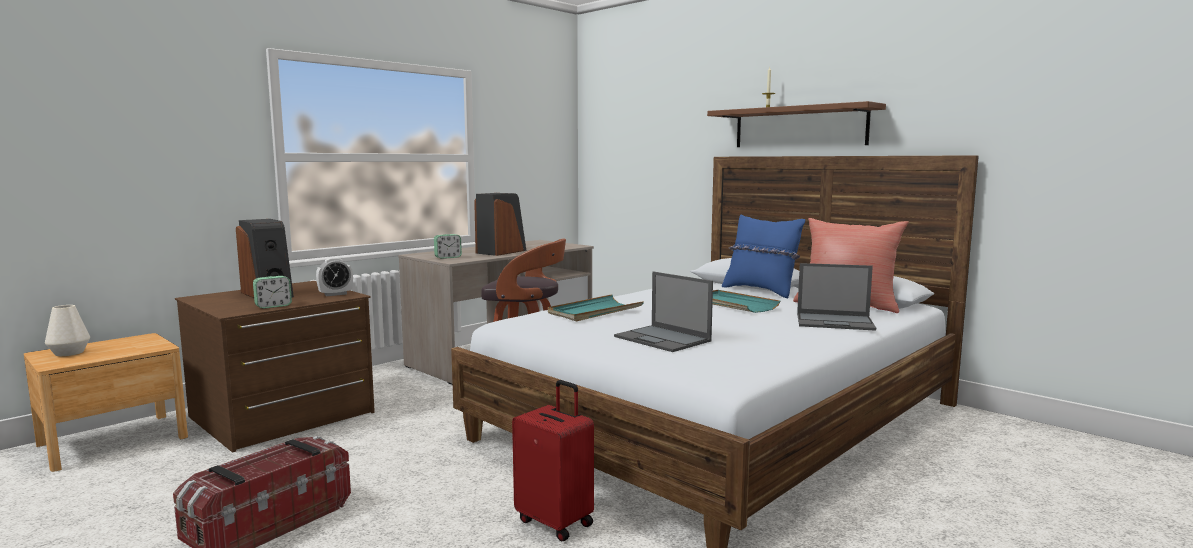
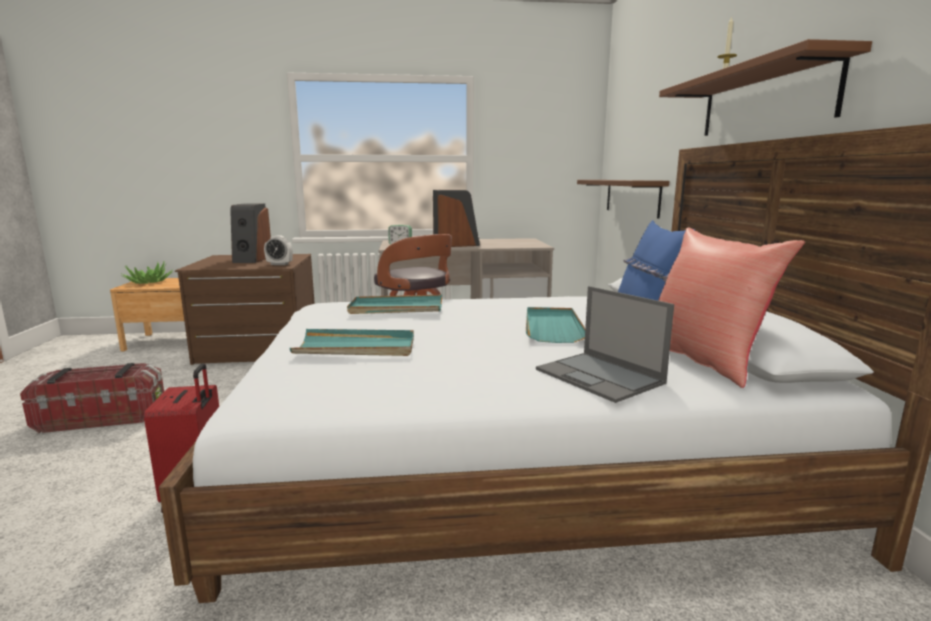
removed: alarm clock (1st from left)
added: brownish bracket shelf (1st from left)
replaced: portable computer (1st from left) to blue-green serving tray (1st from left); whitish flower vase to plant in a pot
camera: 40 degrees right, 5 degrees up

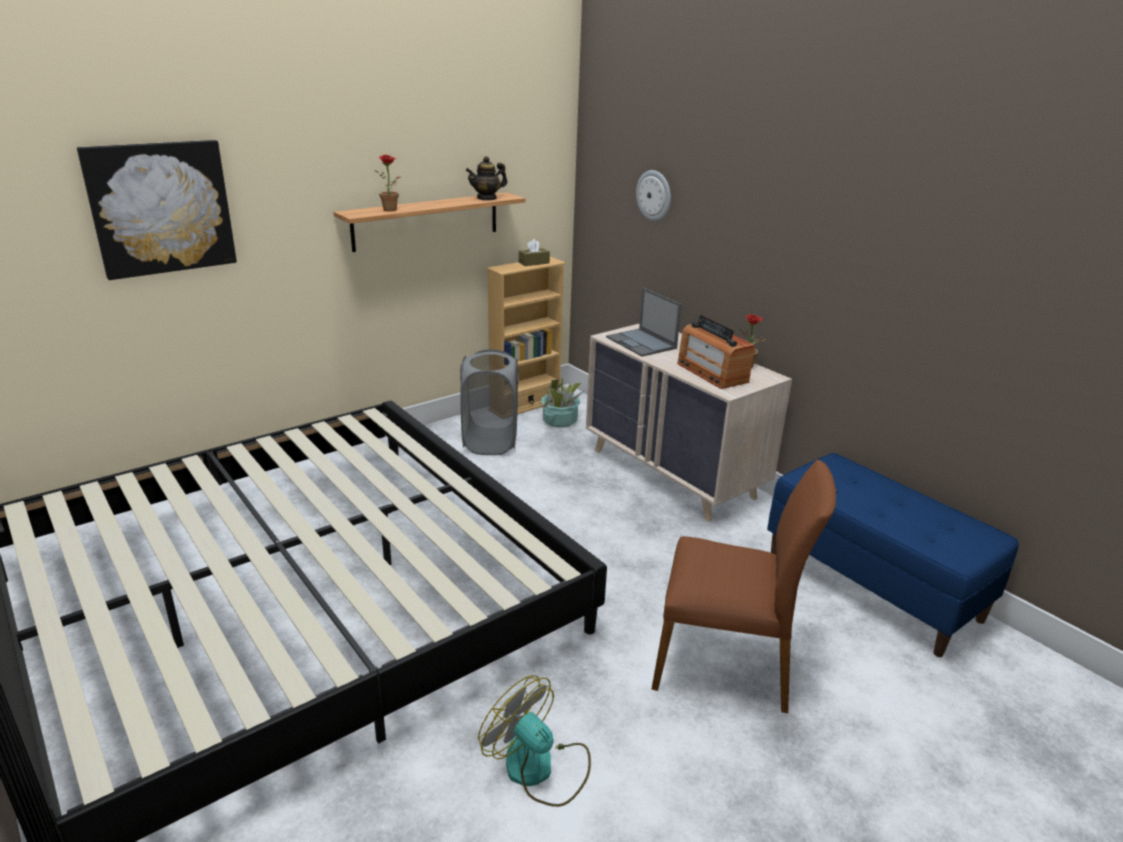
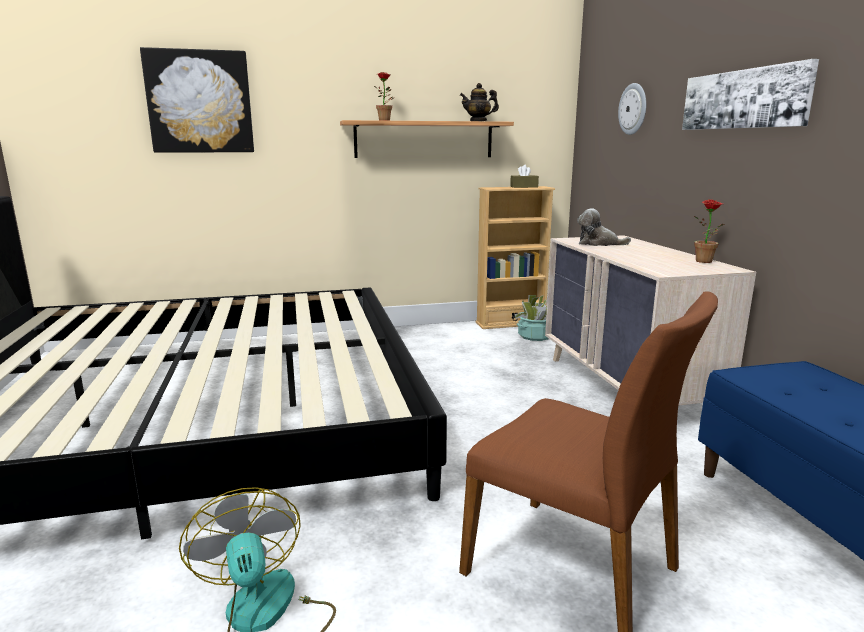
removed: radio; gray washing basket
added: picture (2nd from left)
replaced: portable computer to cuddly toy
camera: 25 degrees right, 10 degrees down

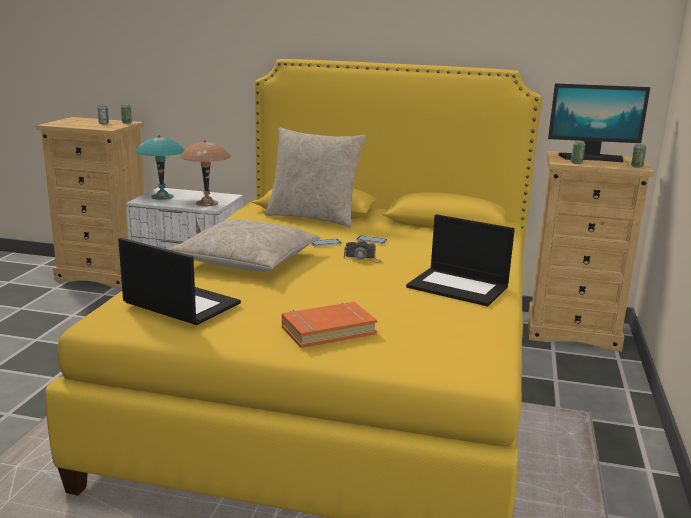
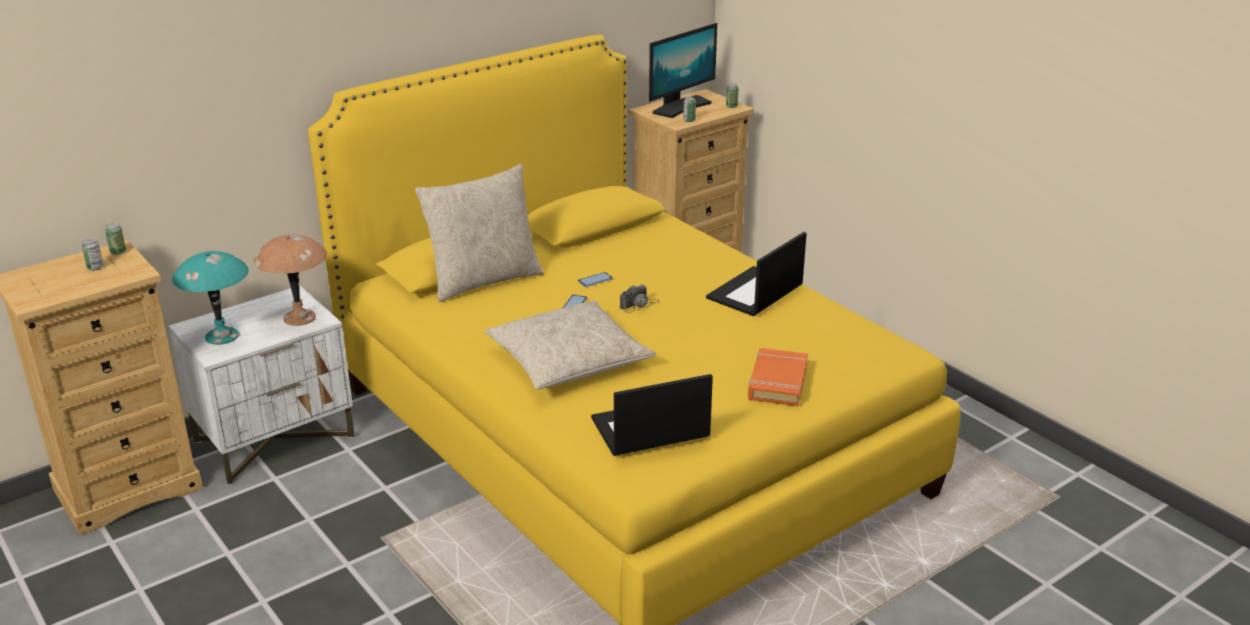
turned: portable computer (2nd from left) 150 degrees clockwise
camera: 50 degrees left, 10 degrees up

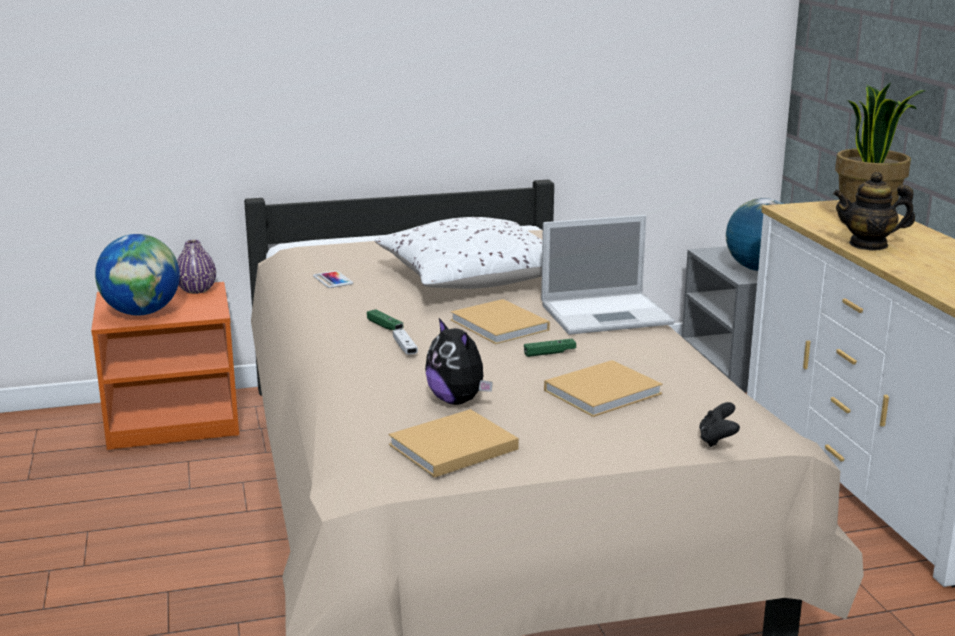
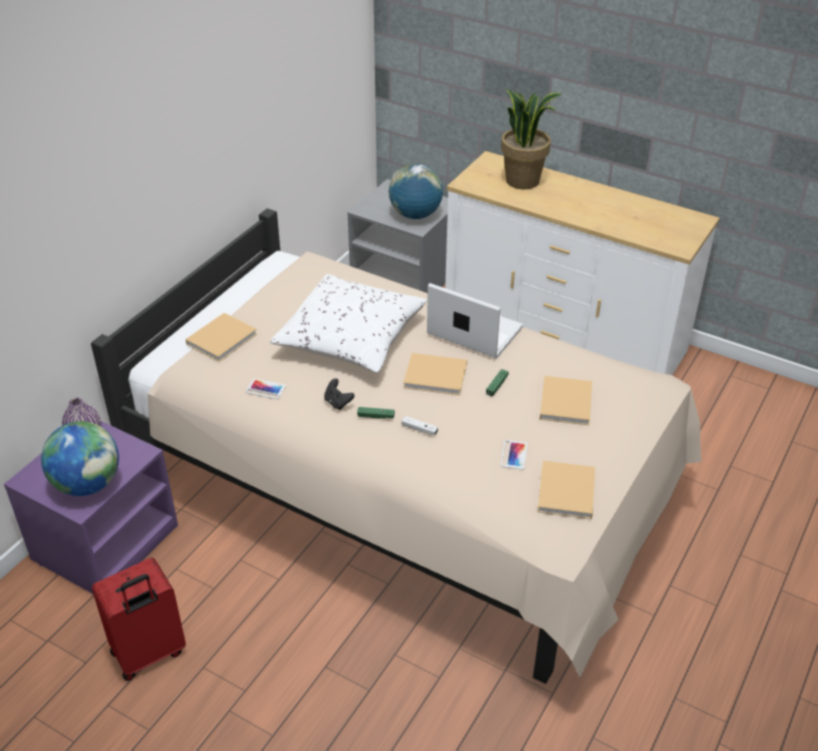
removed: tea pot
added: beige-coloured bound book (1st from left); red-coloured piece of luggage
moved: black-coloured gamepad
replaced: cuddly toy to handset (2nd from left)
recoloured: orange bedside table to purple bedside table
turned: portable computer 90 degrees counterclockwise
camera: 45 degrees left, 20 degrees up

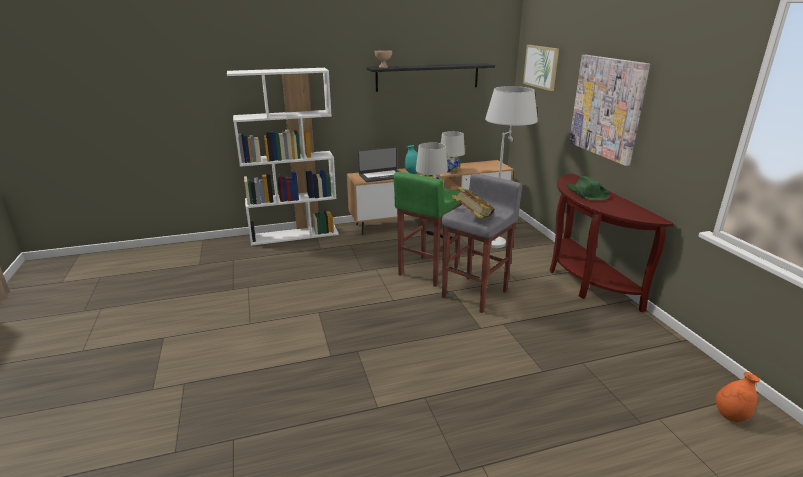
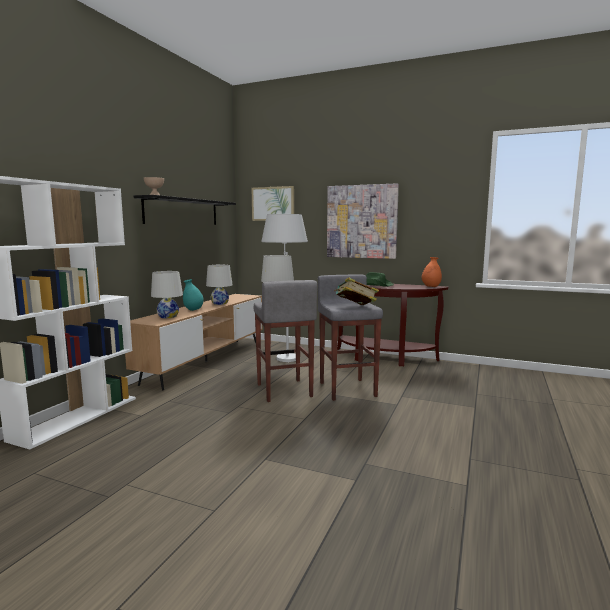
moved: orange flower vase
replaced: portable computer to whitish lamp for a table (1st from left)
recoloured: green-coloured sitting stool to gray sitting stool (1st from left)
camera: 50 degrees left, 15 degrees down

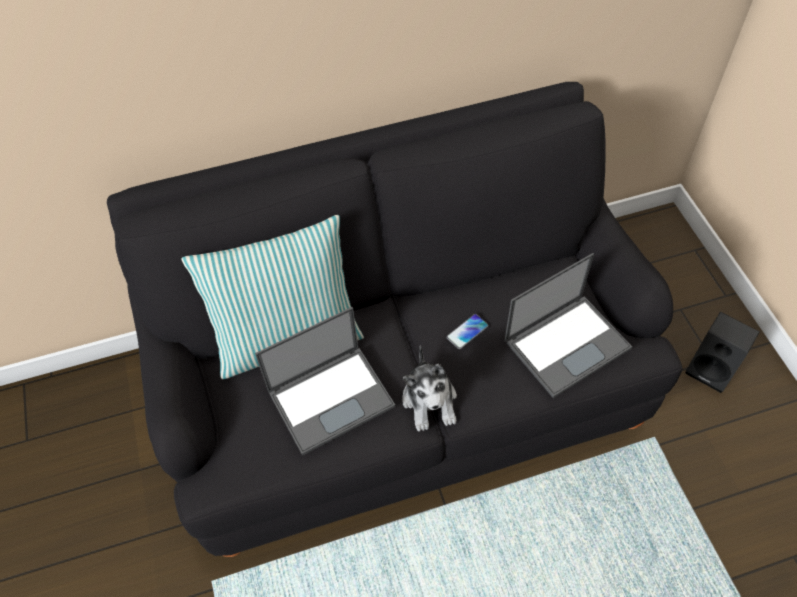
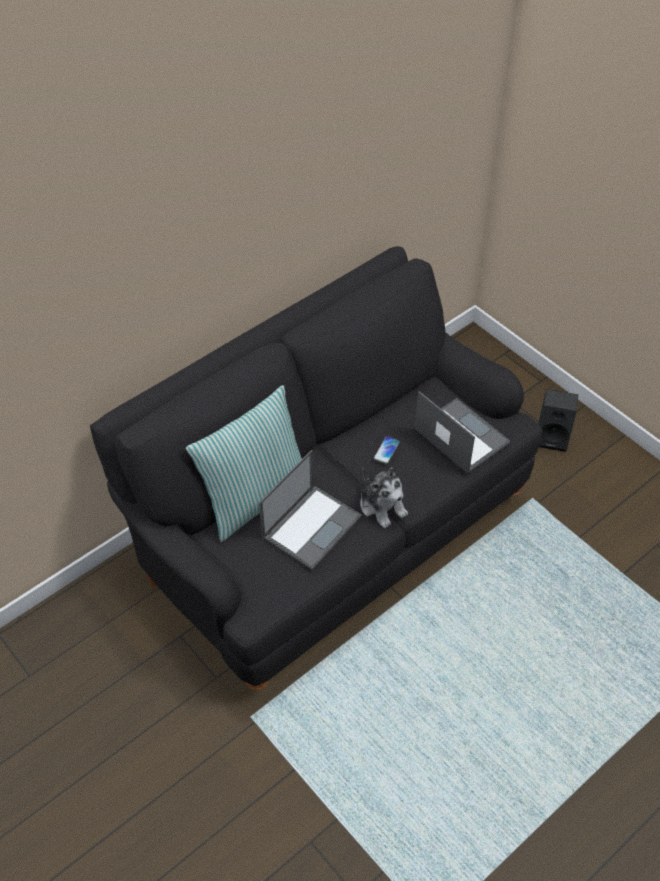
turned: portable computer (2nd from left) 75 degrees counterclockwise
camera: 25 degrees left, 5 degrees down

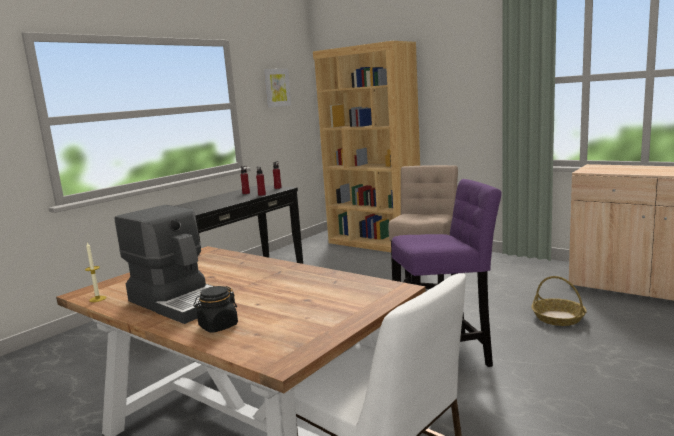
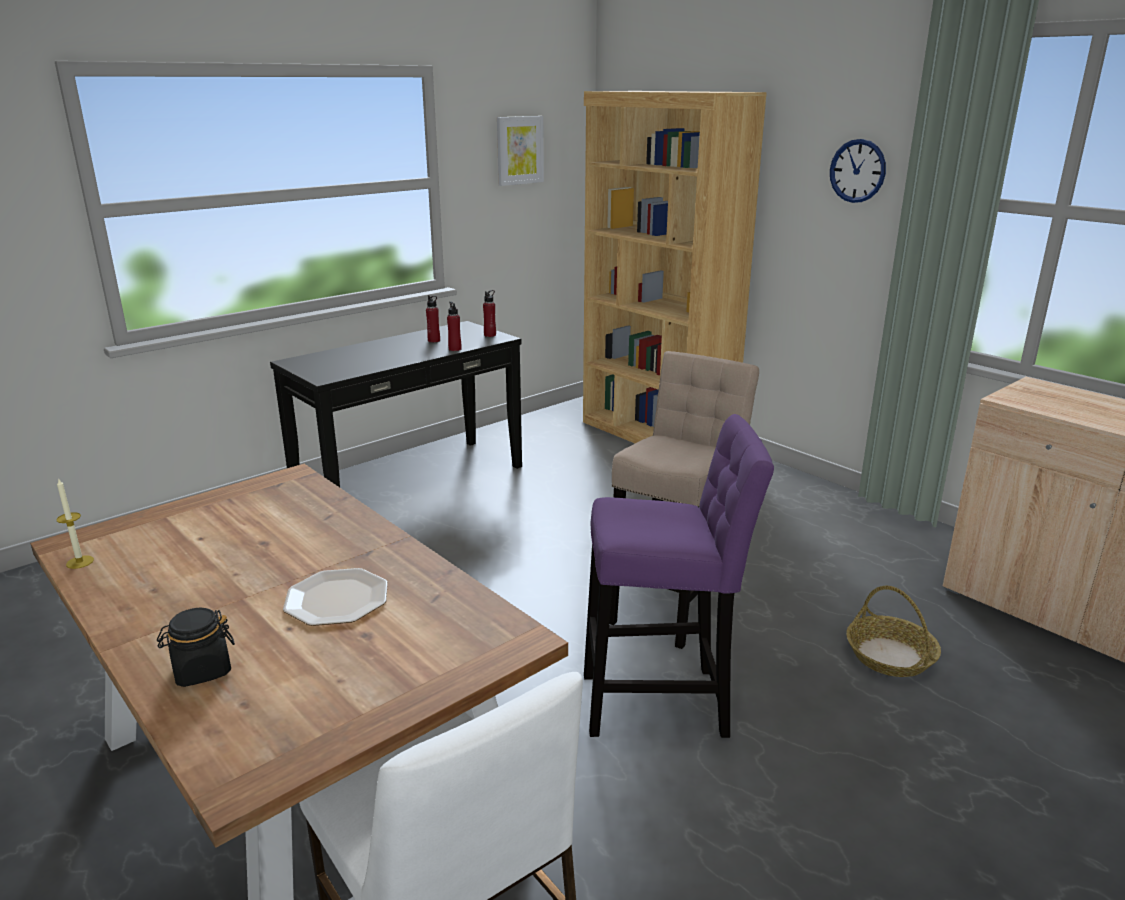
removed: coffee maker
added: wall clock; plate
camera: 10 degrees right, 10 degrees up

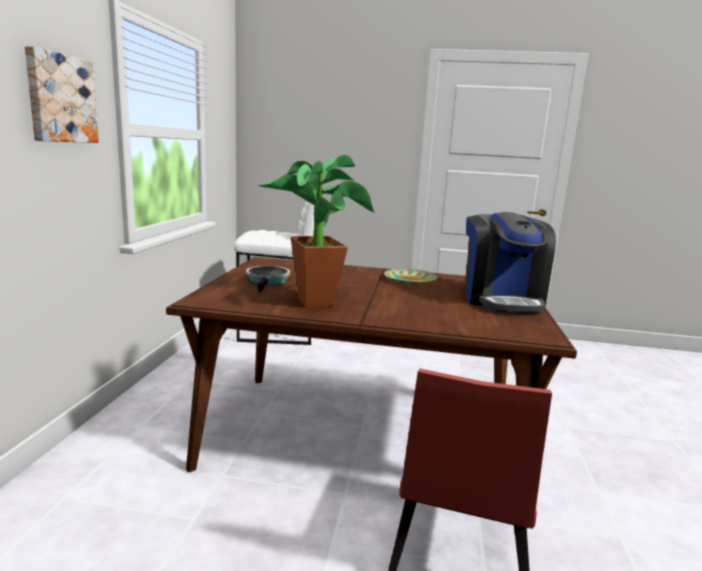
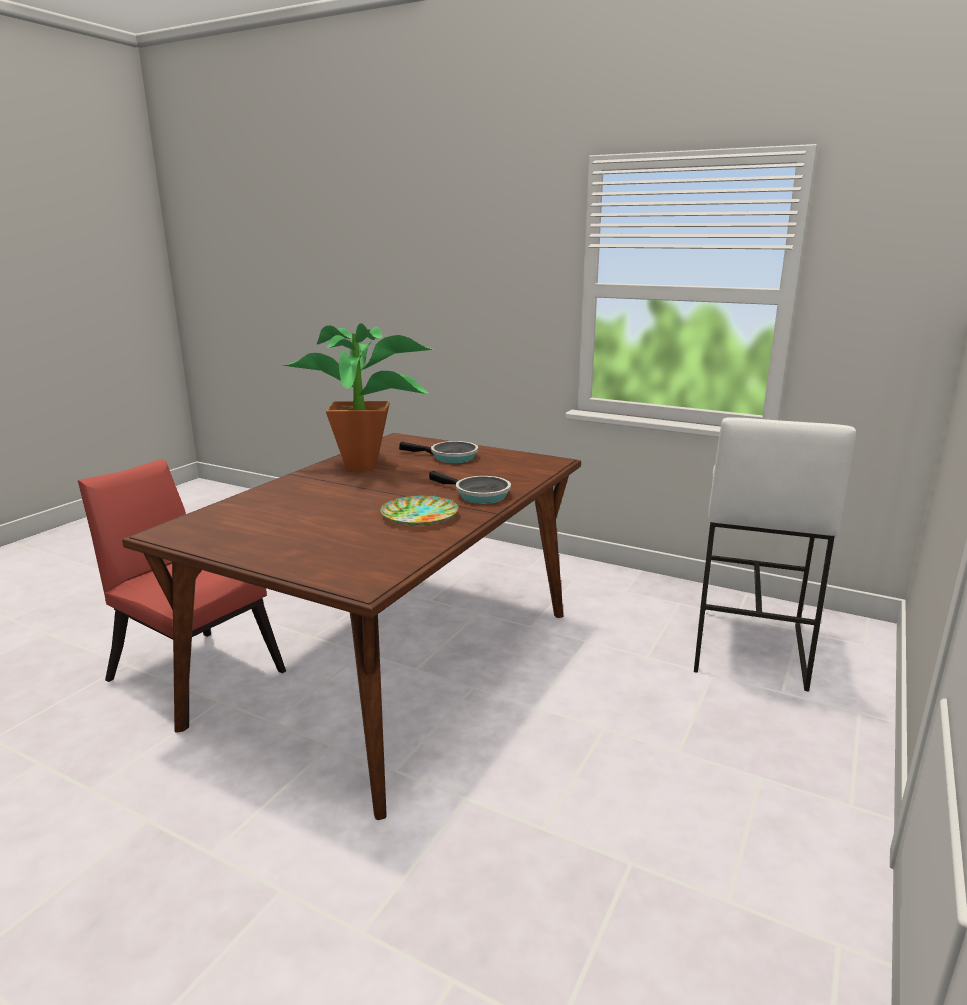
removed: picture; coffee maker
added: pan (2nd from left)
camera: 110 degrees right, 5 degrees up

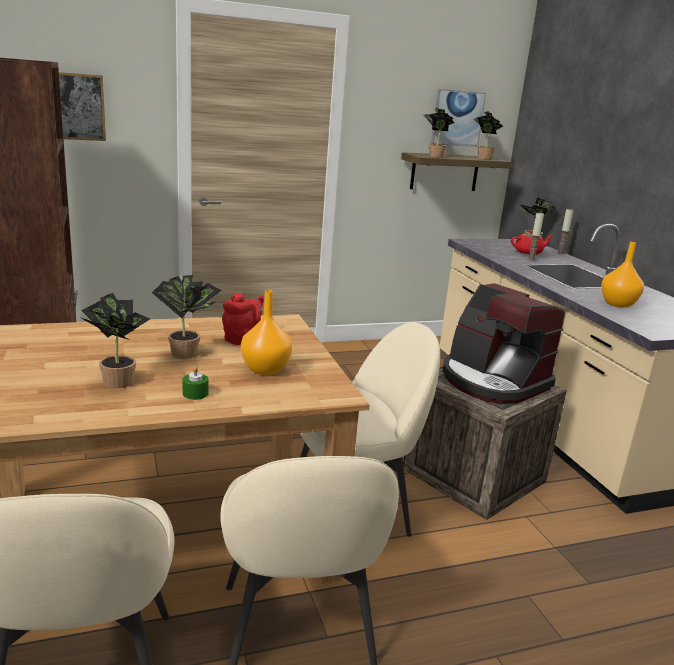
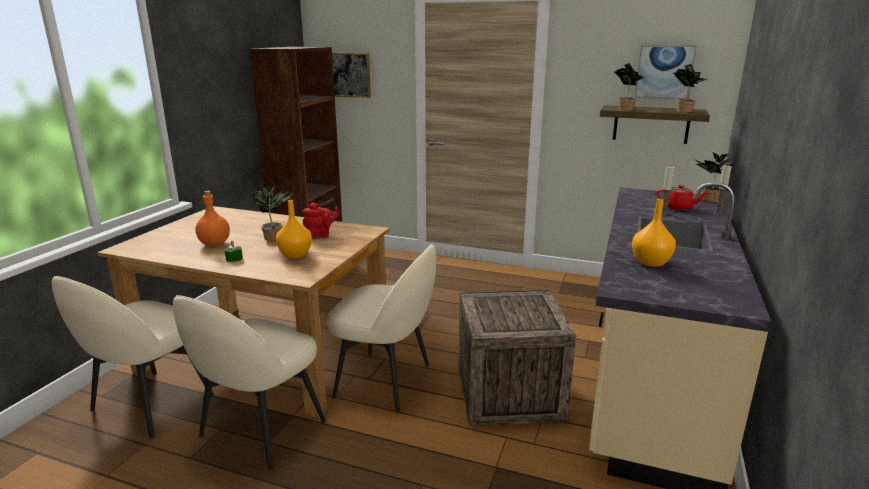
removed: coffee maker
replaced: plant in a pot (1st from left) to orange drink bottle
camera: 40 degrees right, 0 degrees up

